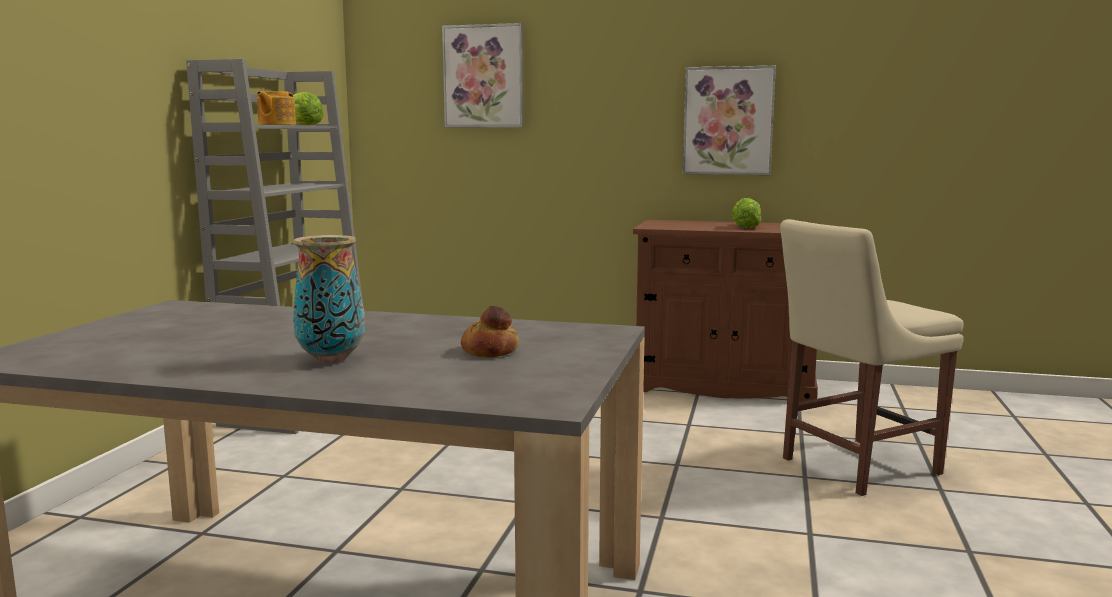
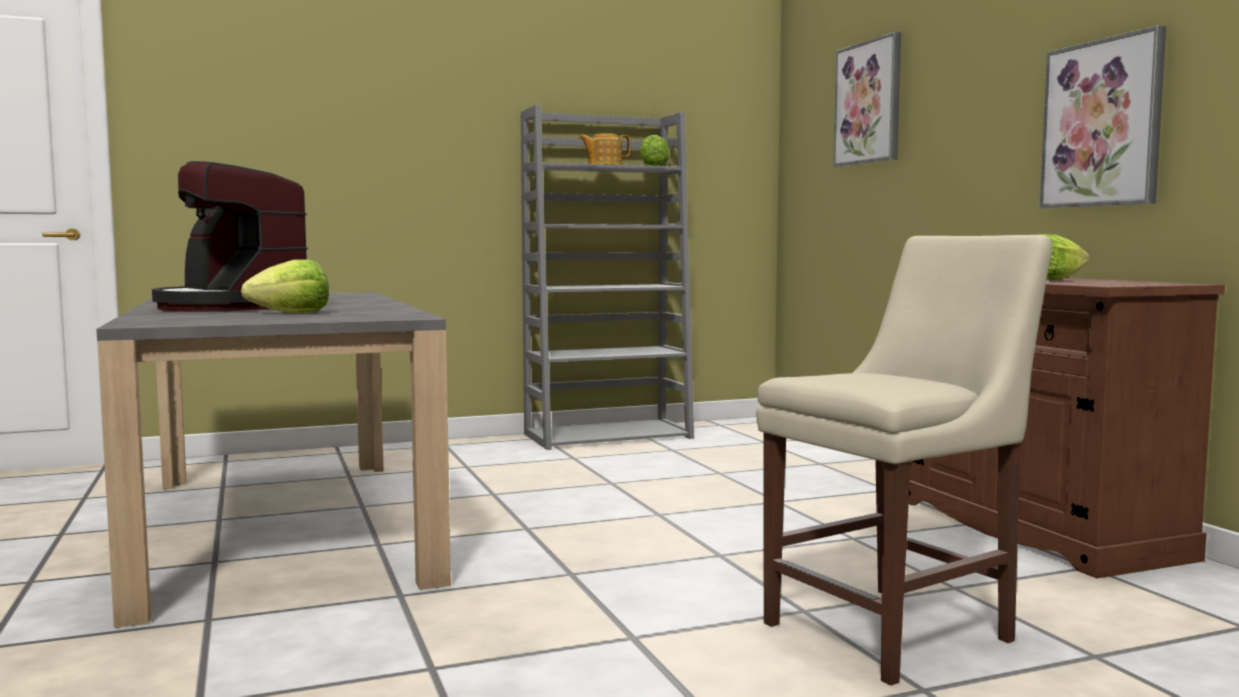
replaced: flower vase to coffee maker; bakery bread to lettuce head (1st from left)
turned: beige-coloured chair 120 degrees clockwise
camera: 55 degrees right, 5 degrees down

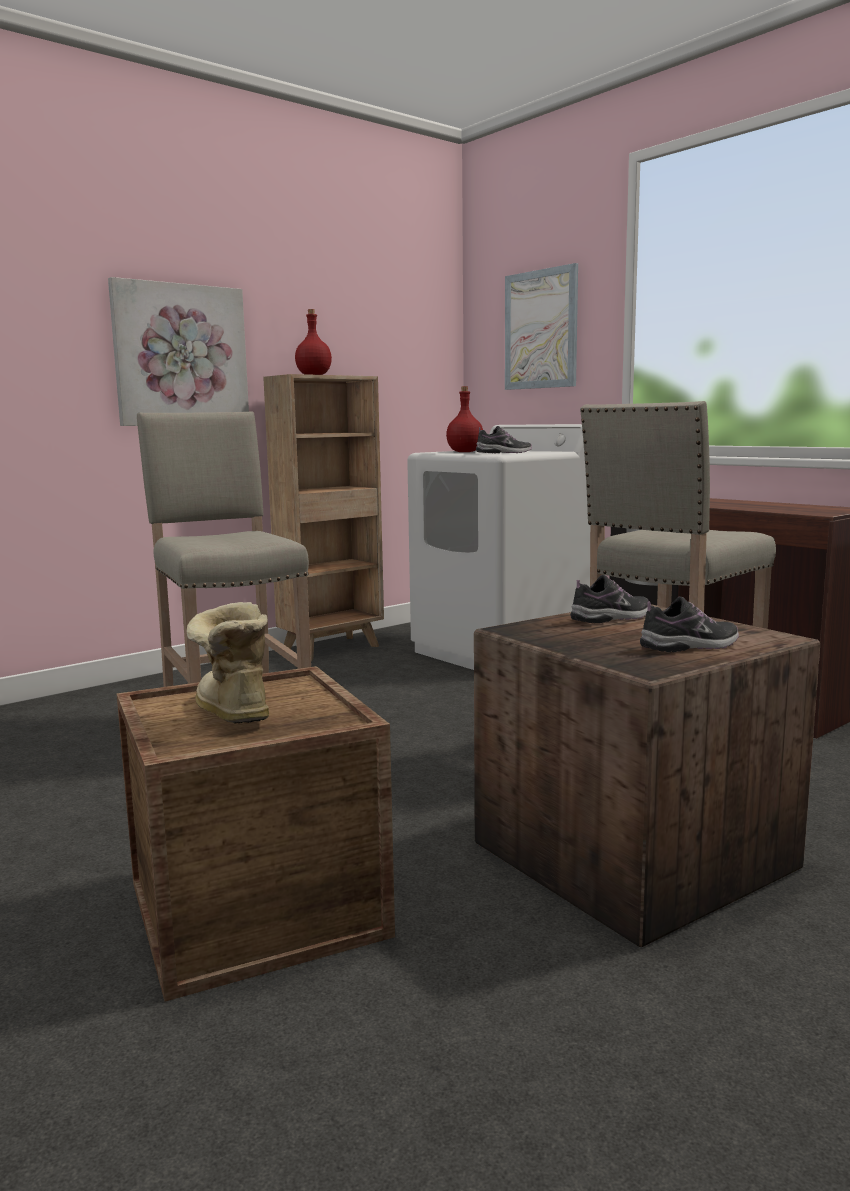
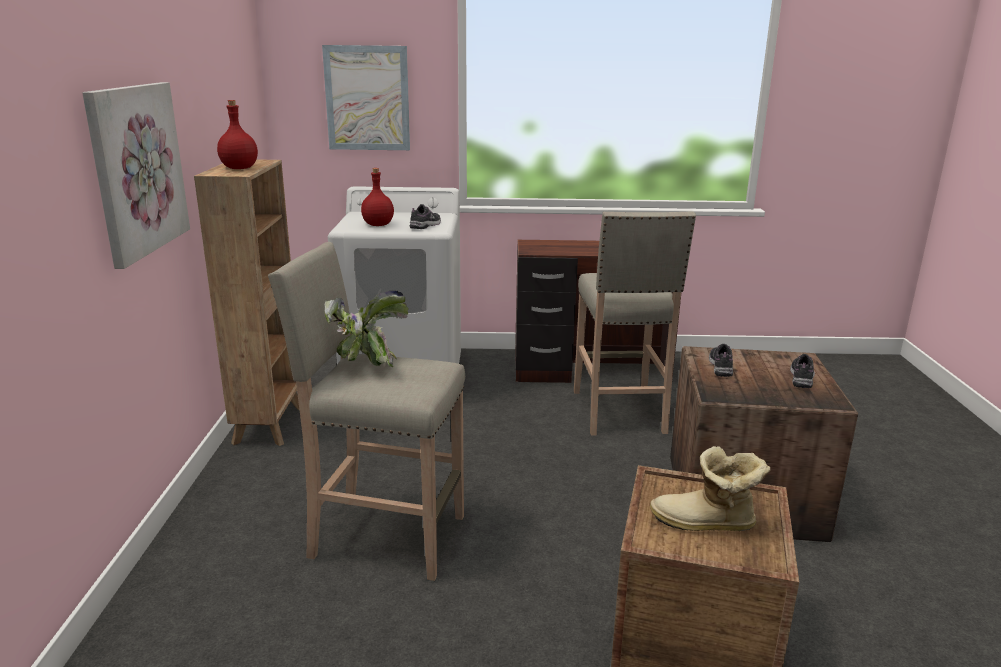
added: plant in a pot
camera: 50 degrees left, 10 degrees up

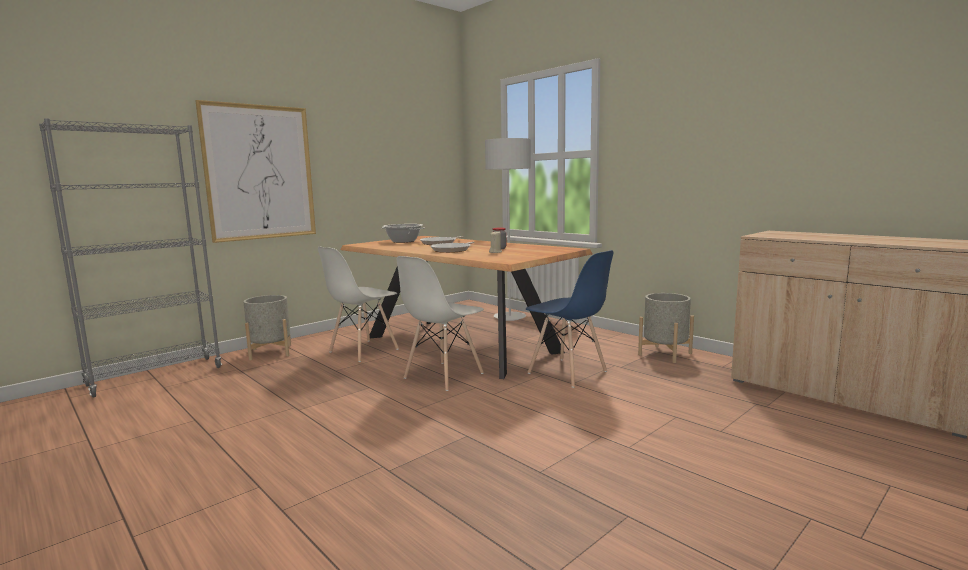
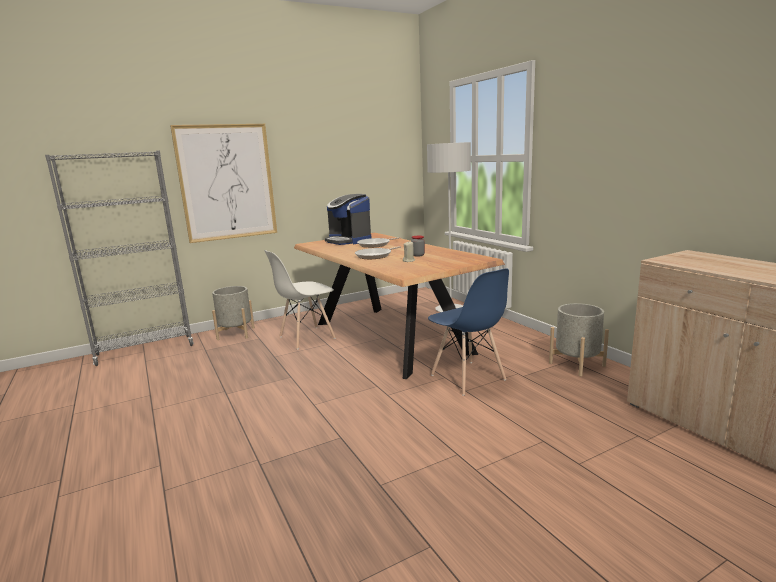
removed: whitish chair (2nd from left)
replaced: cooking pot to coffee maker
camera: 15 degrees right, 5 degrees up

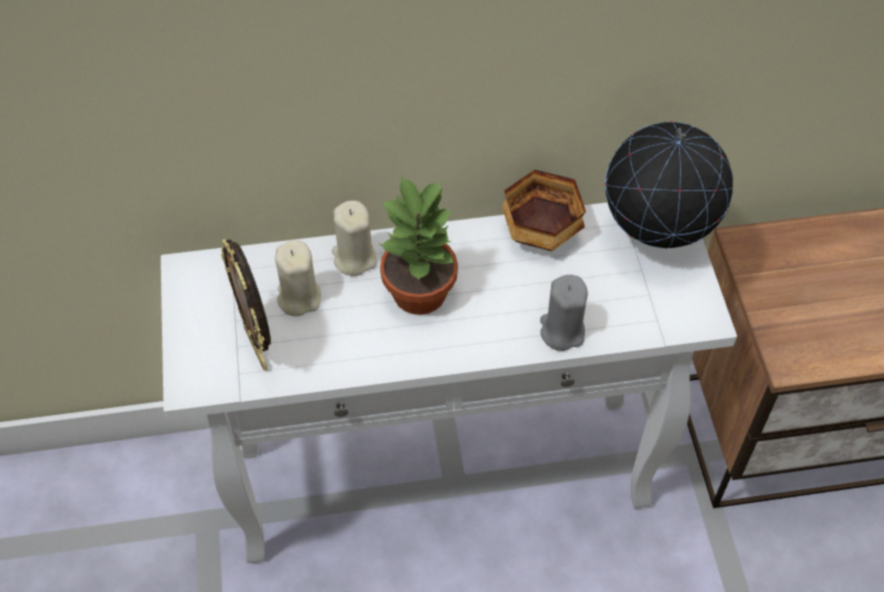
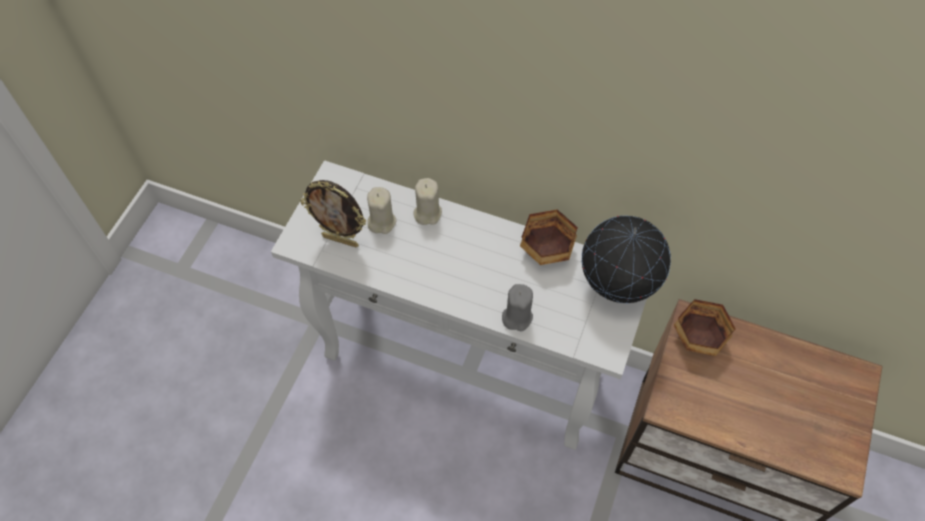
removed: plant in a pot
added: deep dish (2nd from left)
turned: photo frame 75 degrees counterclockwise
camera: 30 degrees right, 5 degrees up

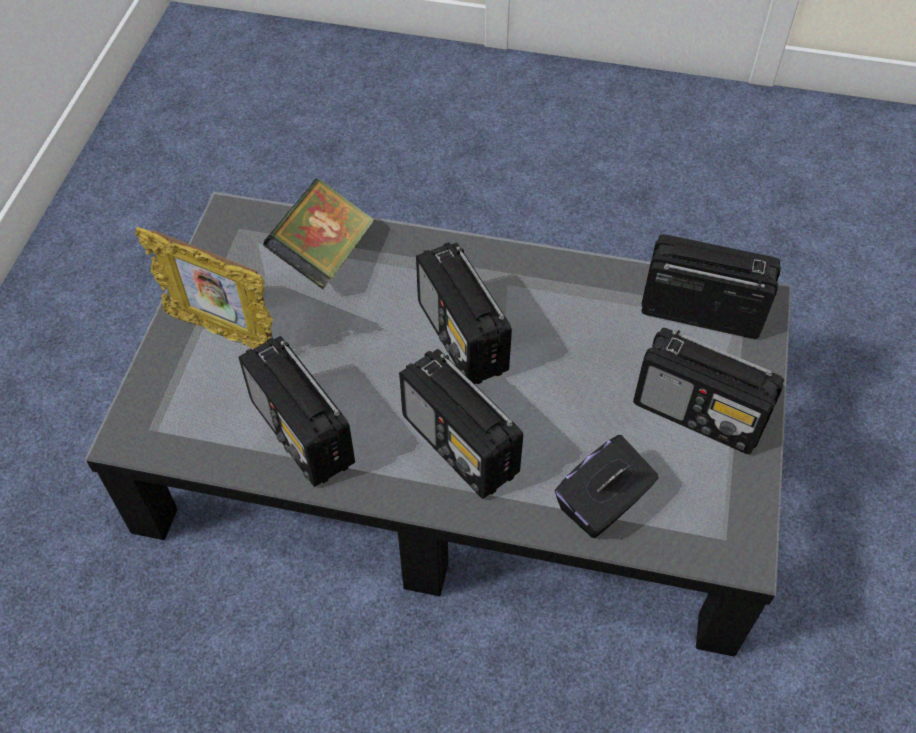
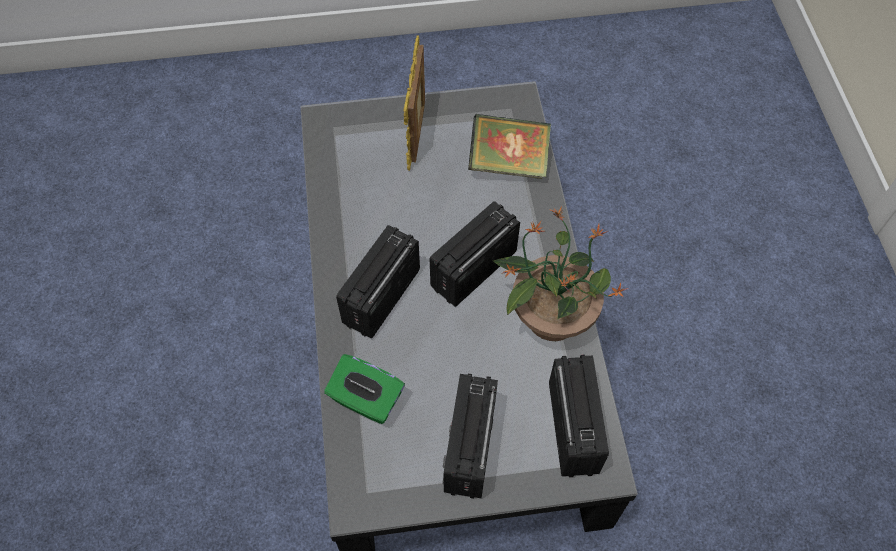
removed: radio (1st from left)
added: plant in a pot
recoloured: black-coloured box of tissues to green-coloured box of tissues
camera: 70 degrees right, 5 degrees up

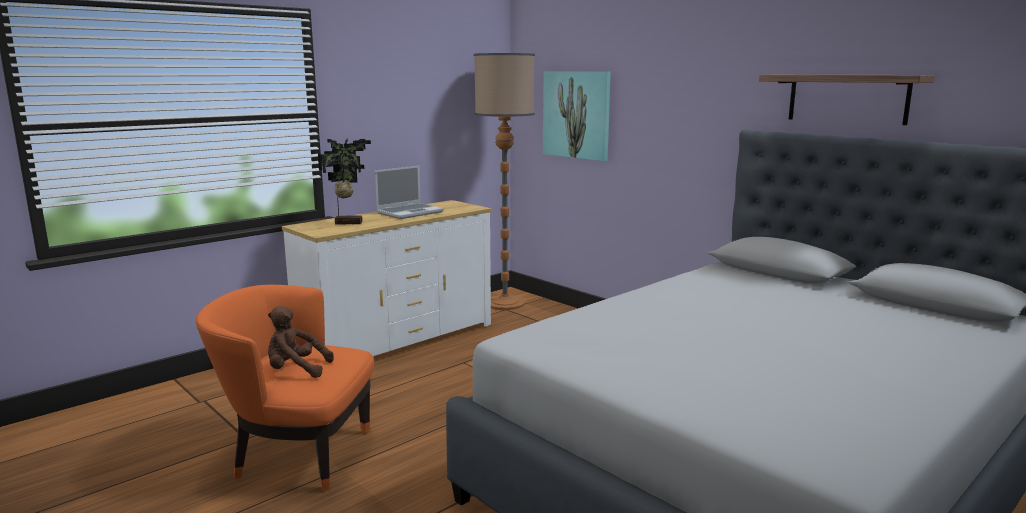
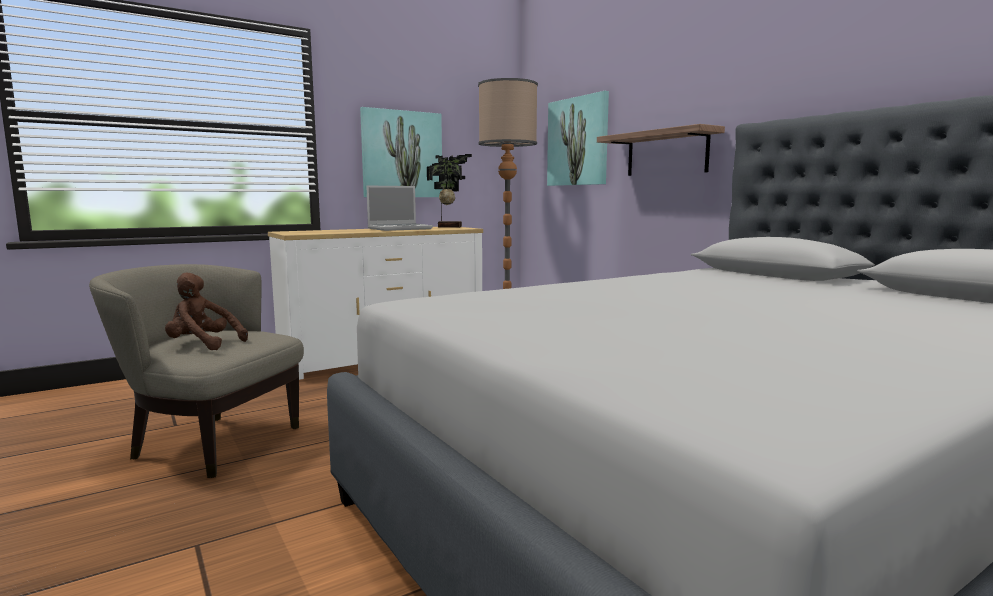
added: picture (1st from left)
moved: bracket shelf; plant in a pot
recoloured: orange easy chair to beige-coloured easy chair
camera: 10 degrees right, 5 degrees down

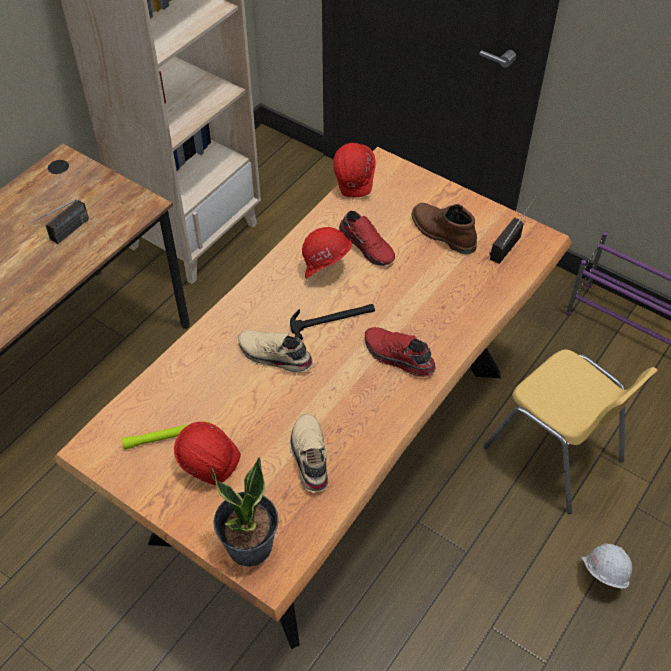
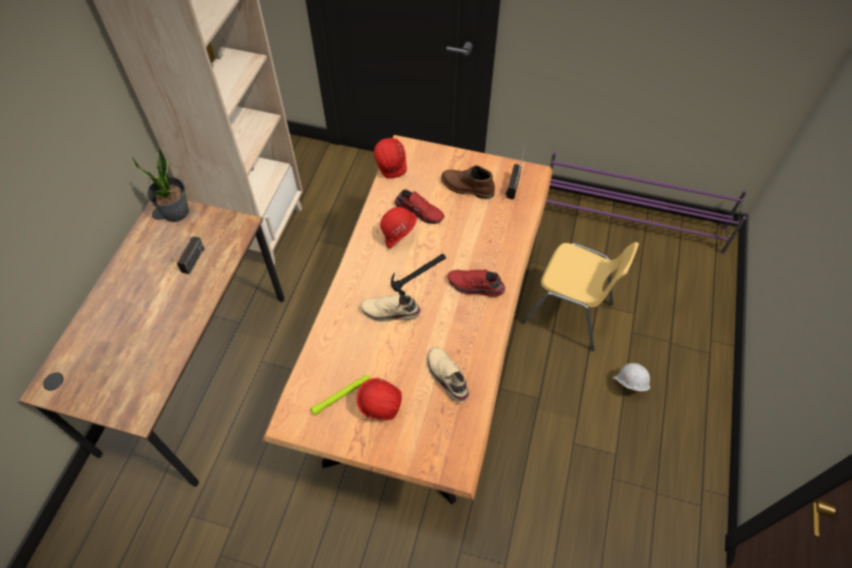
moved: plant in a pot
camera: 20 degrees left, 5 degrees up

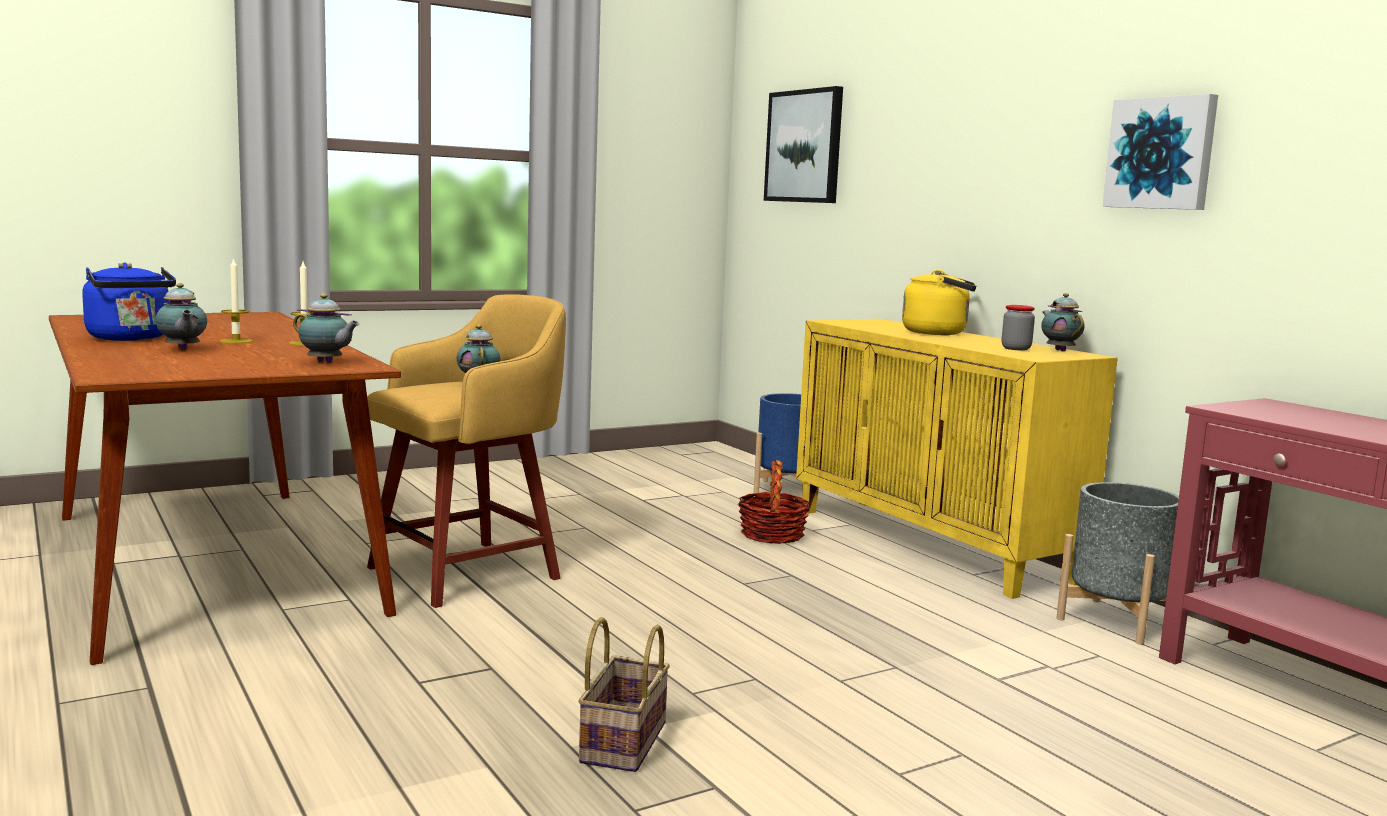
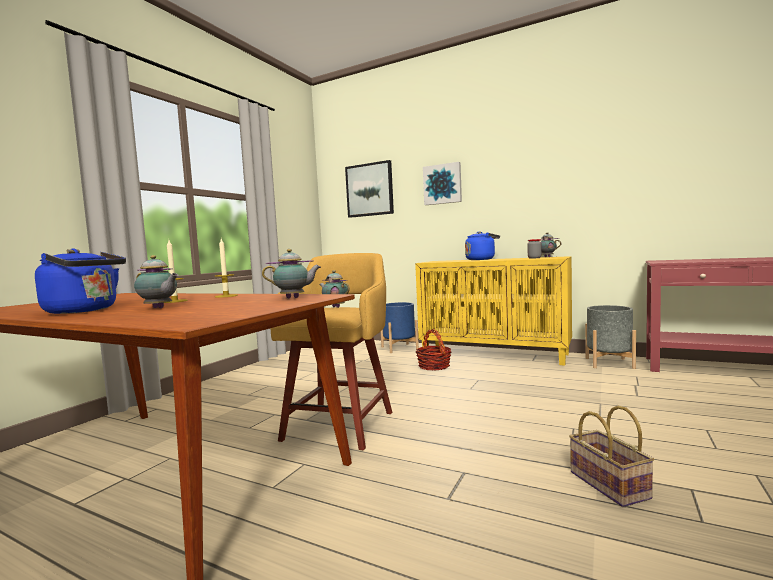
moved: picture (2nd from left)
recoloured: yellow water kettle to blue water kettle (2nd from left)
camera: 30 degrees left, 5 degrees down

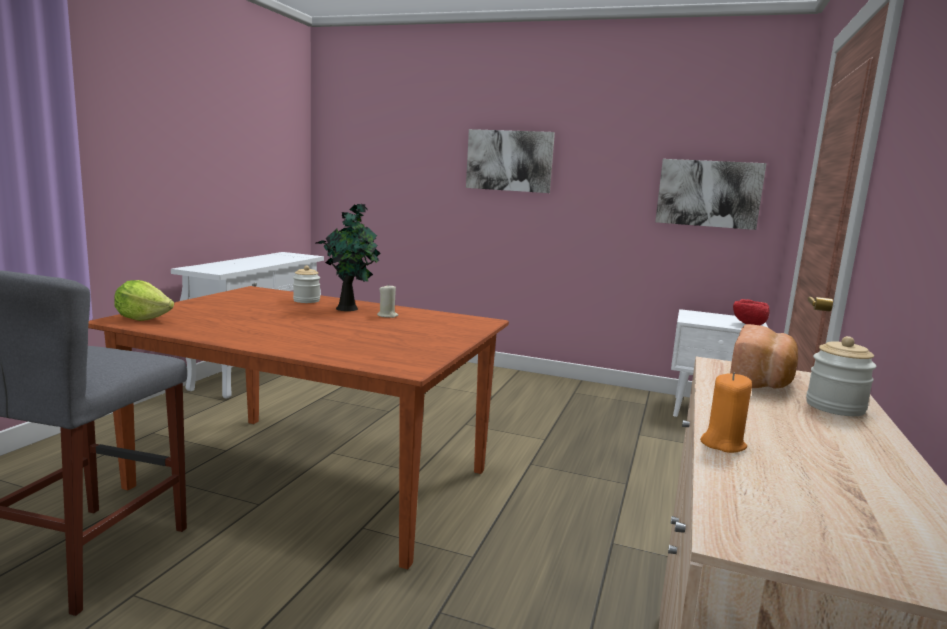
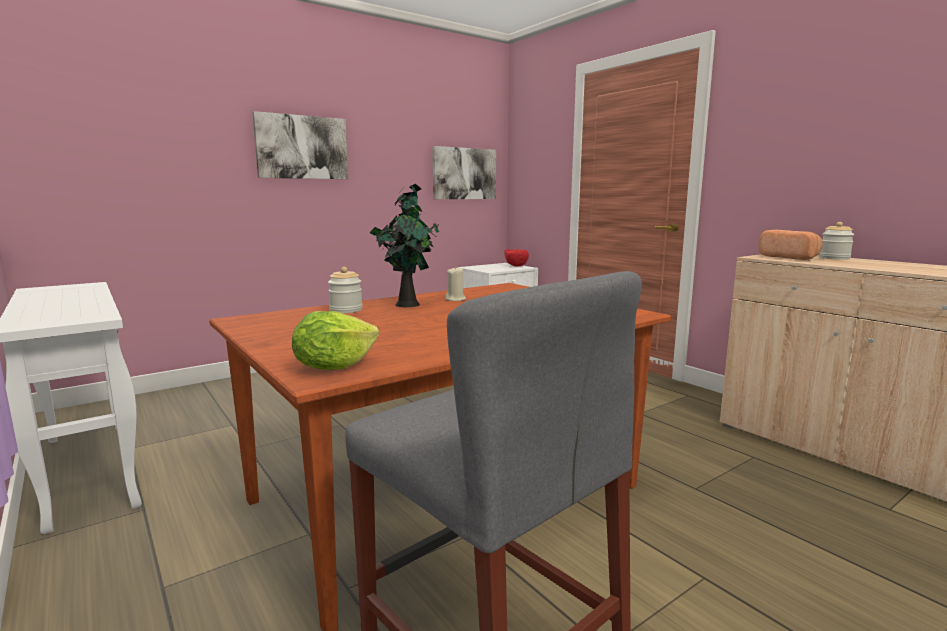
removed: orange candle
camera: 55 degrees left, 0 degrees up

